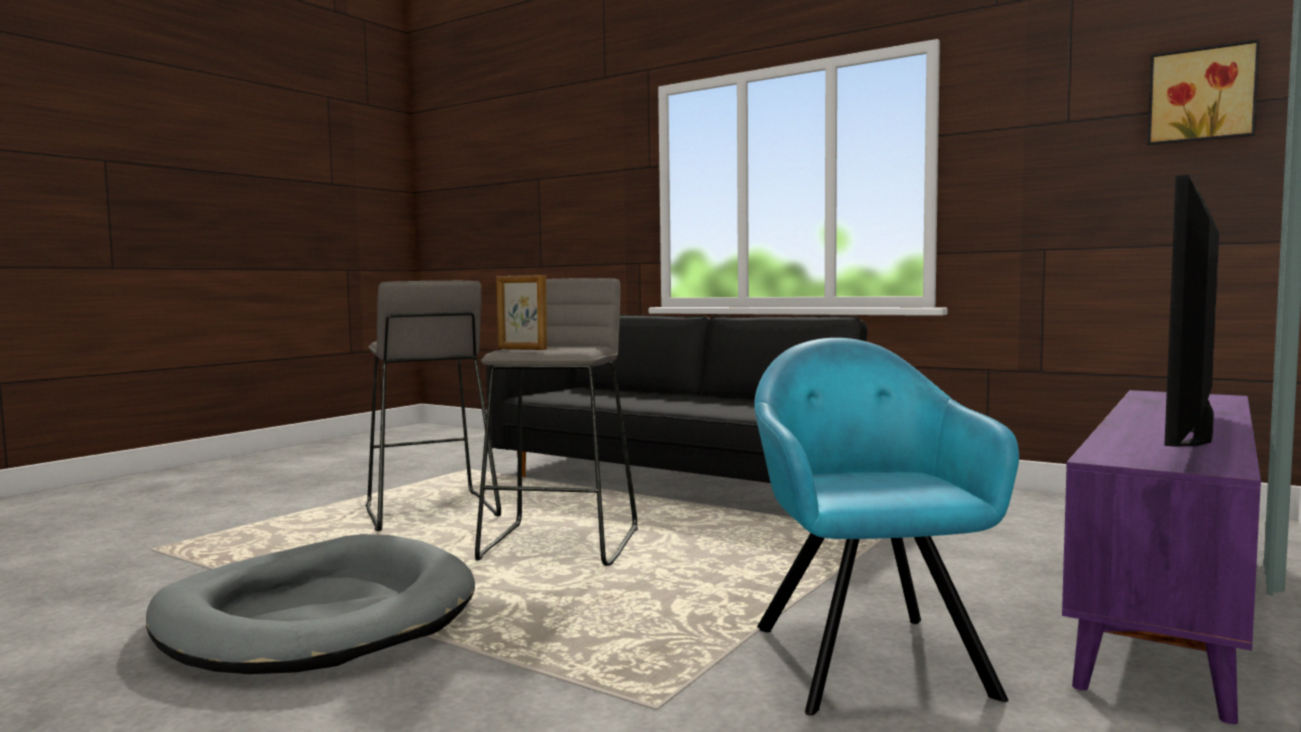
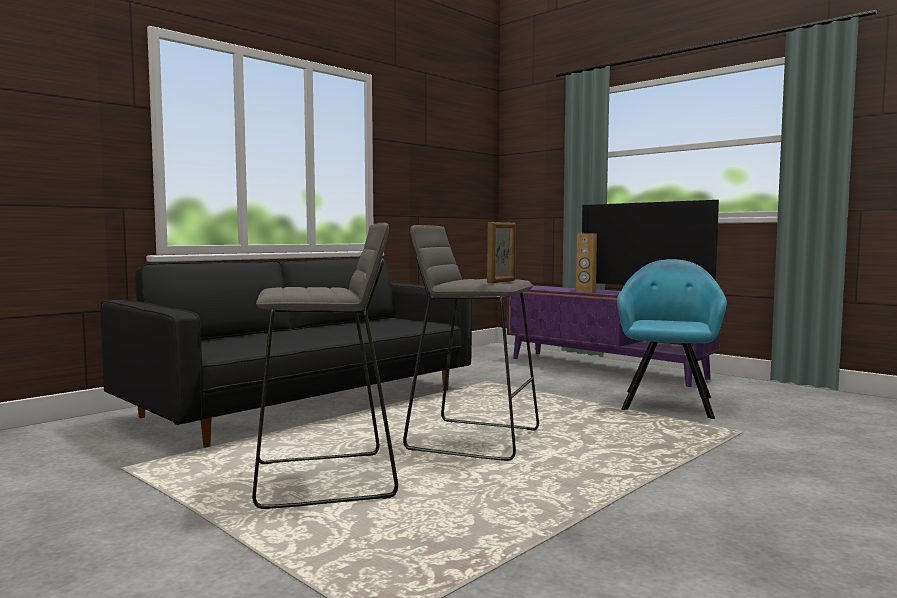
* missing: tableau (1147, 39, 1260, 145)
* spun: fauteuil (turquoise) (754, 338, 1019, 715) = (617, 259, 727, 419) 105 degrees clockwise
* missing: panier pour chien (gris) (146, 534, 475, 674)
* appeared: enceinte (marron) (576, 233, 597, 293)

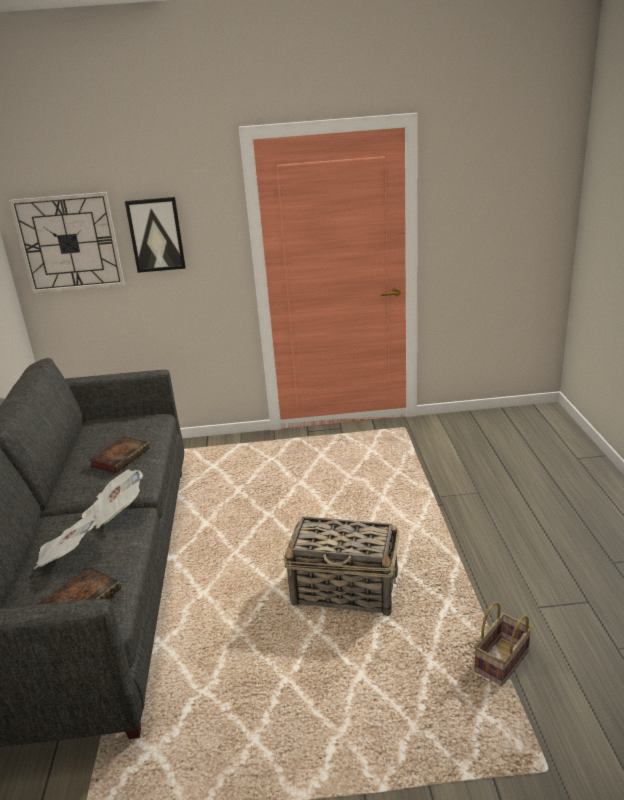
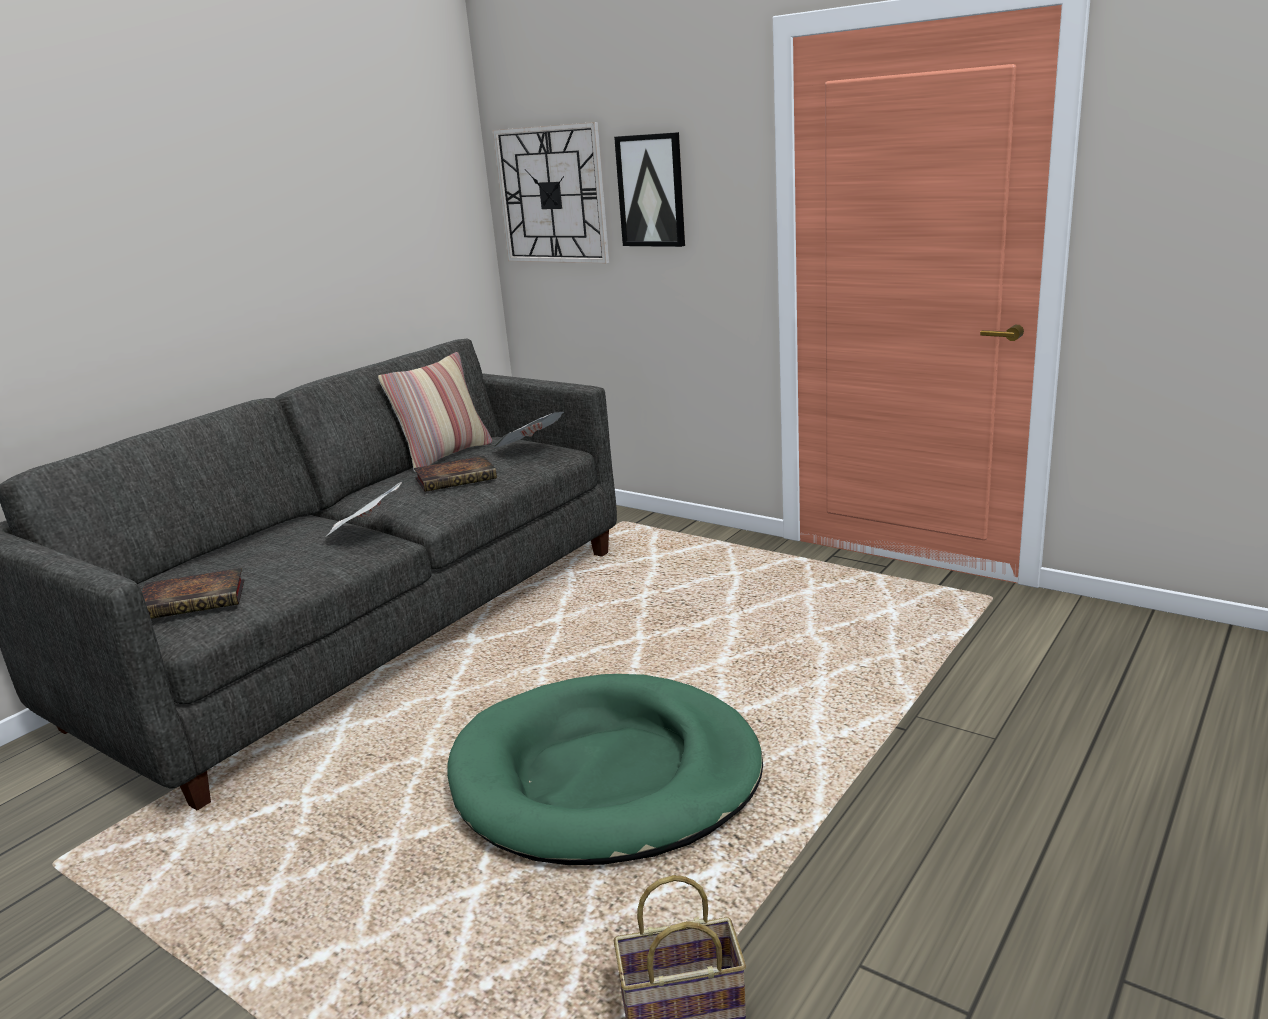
* relocated: journal (34, 513, 96, 569) to (493, 412, 564, 448)
* exchanged: panier (283, 517, 399, 616) to panier pour chien (vert) (447, 674, 763, 865)
* appeared: coussin (378, 352, 492, 473)

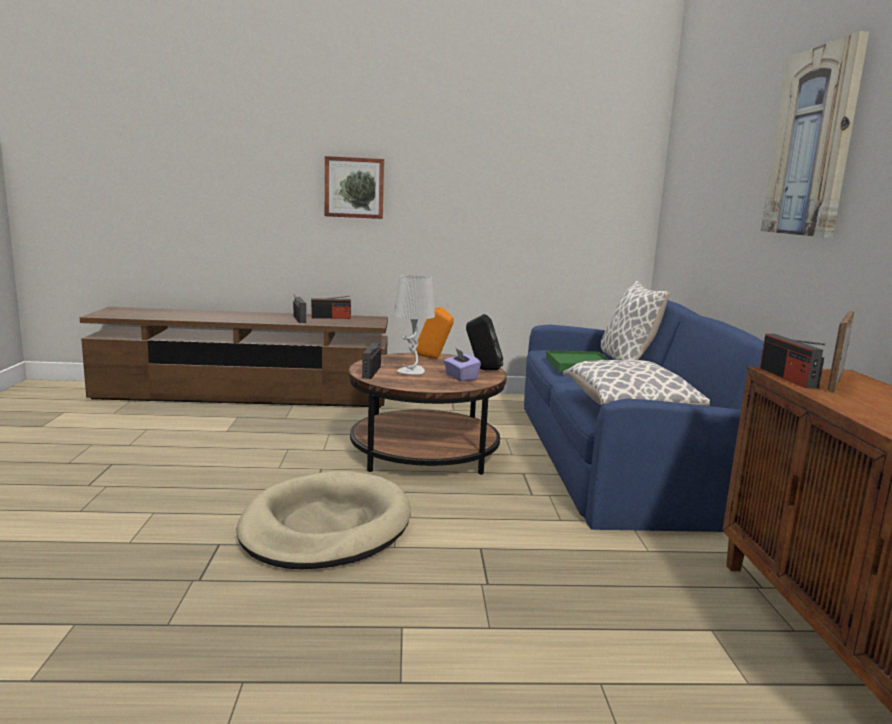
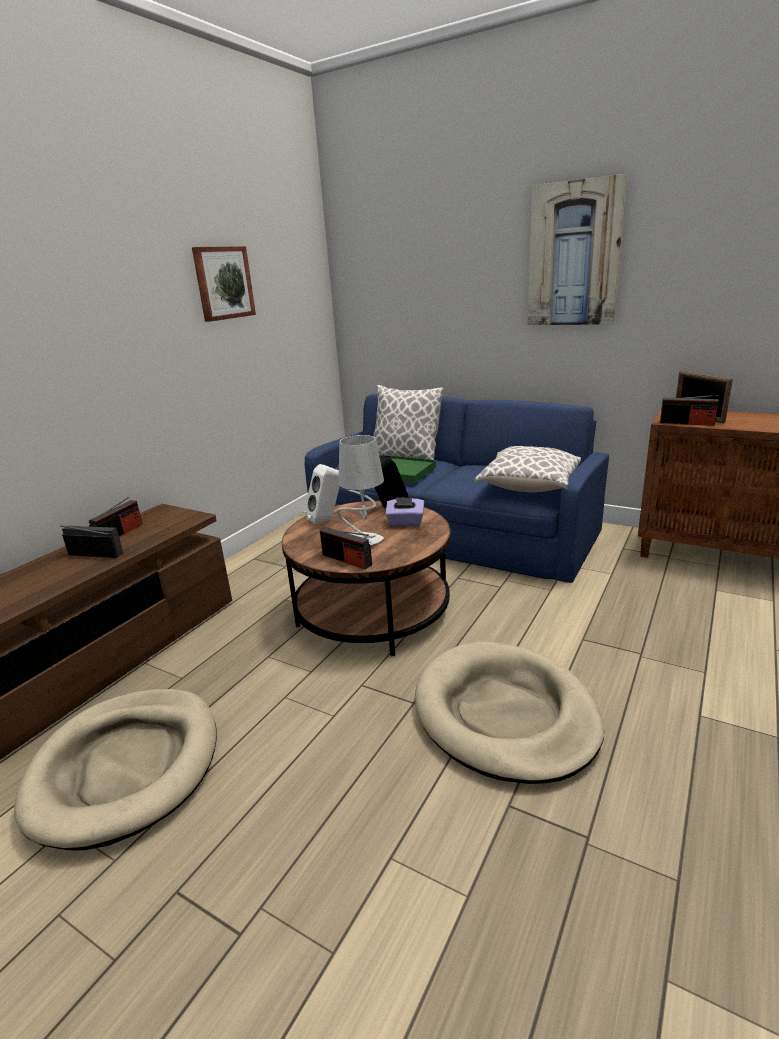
* relocated: tableau (325, 156, 384, 219) to (192, 246, 256, 322)
* colour: enceinte (orange) (416, 307, 454, 359) to enceinte (blanc) (304, 464, 340, 524)
* appeared: panier pour chien (beige) (14, 689, 217, 851)

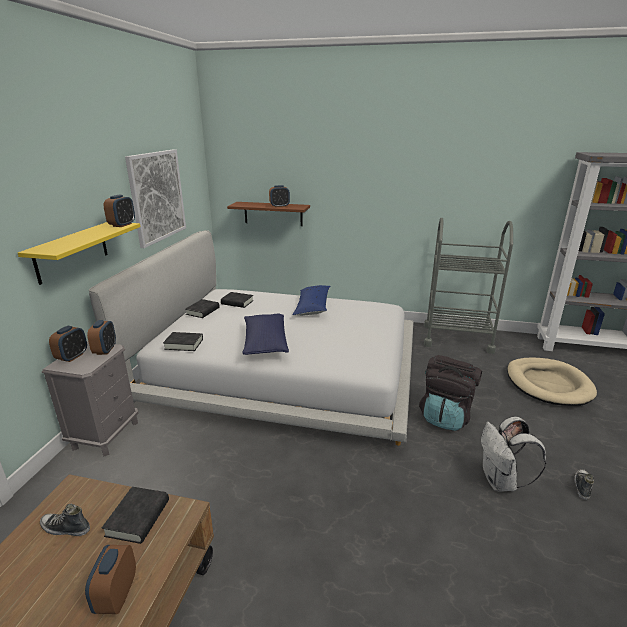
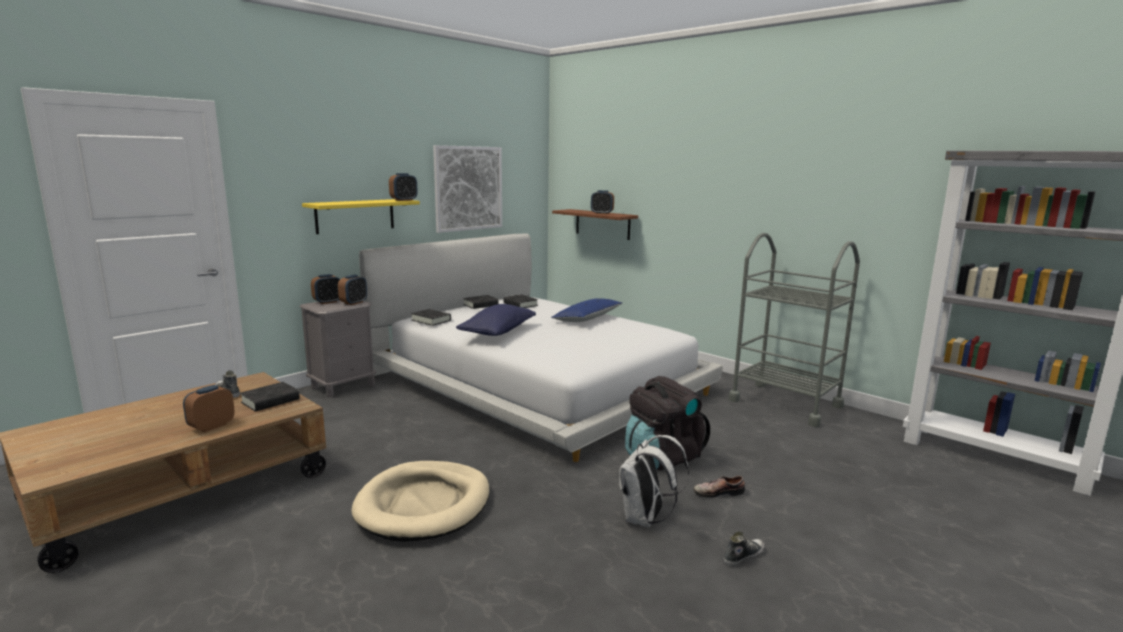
* relocated: panier pour chien (beige) (507, 357, 597, 406) to (351, 461, 489, 542)

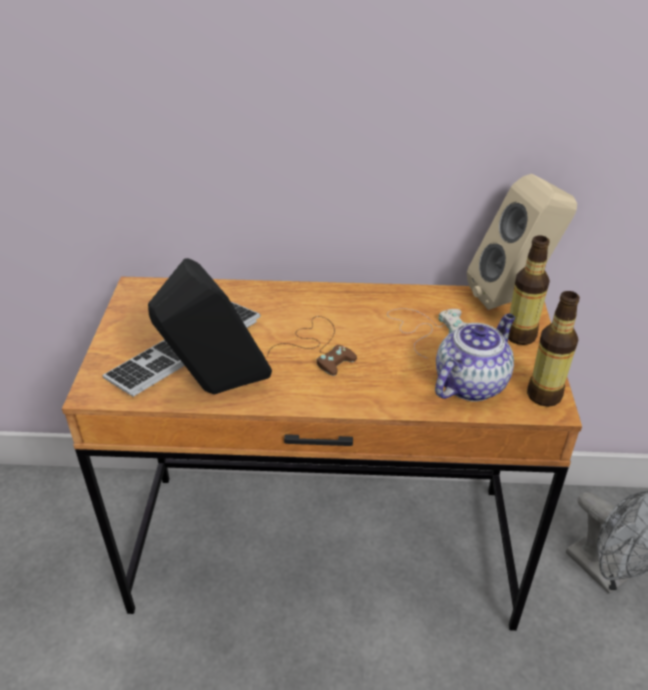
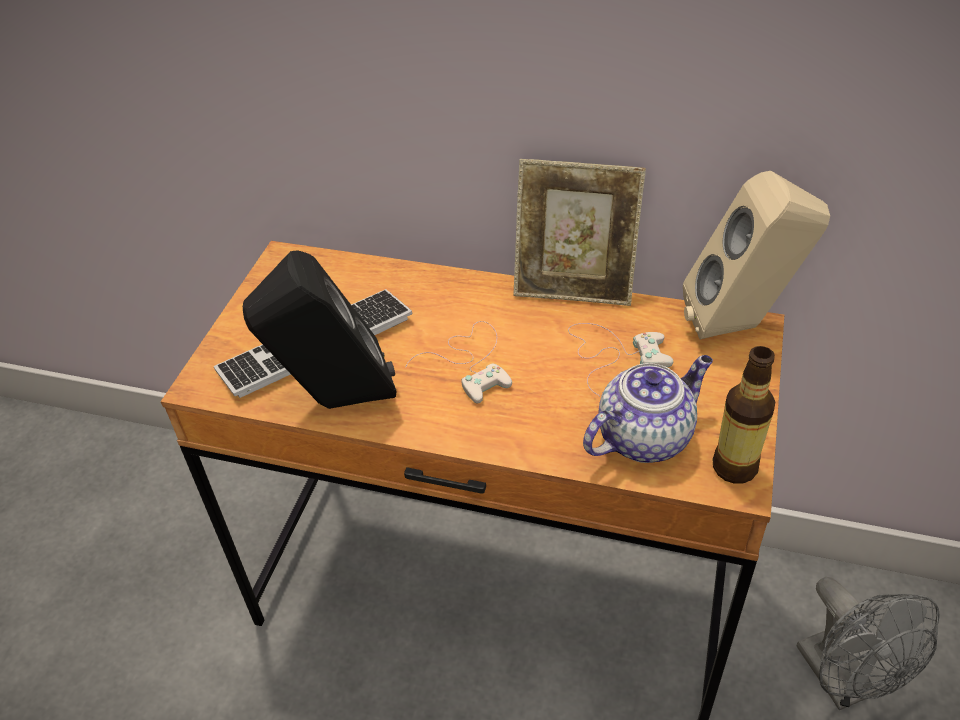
* missing: bouteille (508, 235, 550, 345)
* colour: manette (marron) (267, 316, 357, 376) to manette (blanc) (406, 321, 512, 403)
* appeared: cadre photo (514, 159, 646, 306)

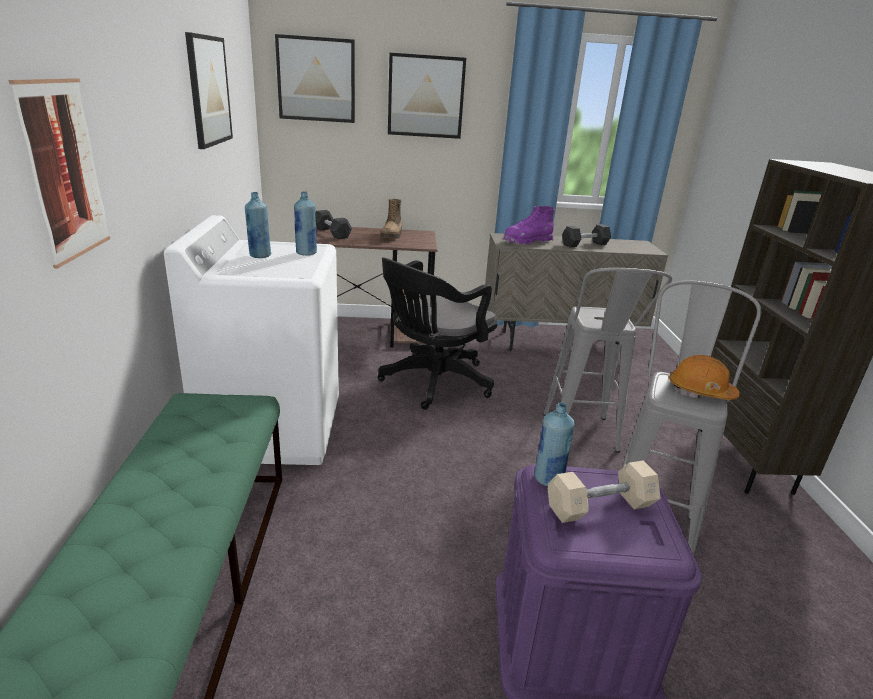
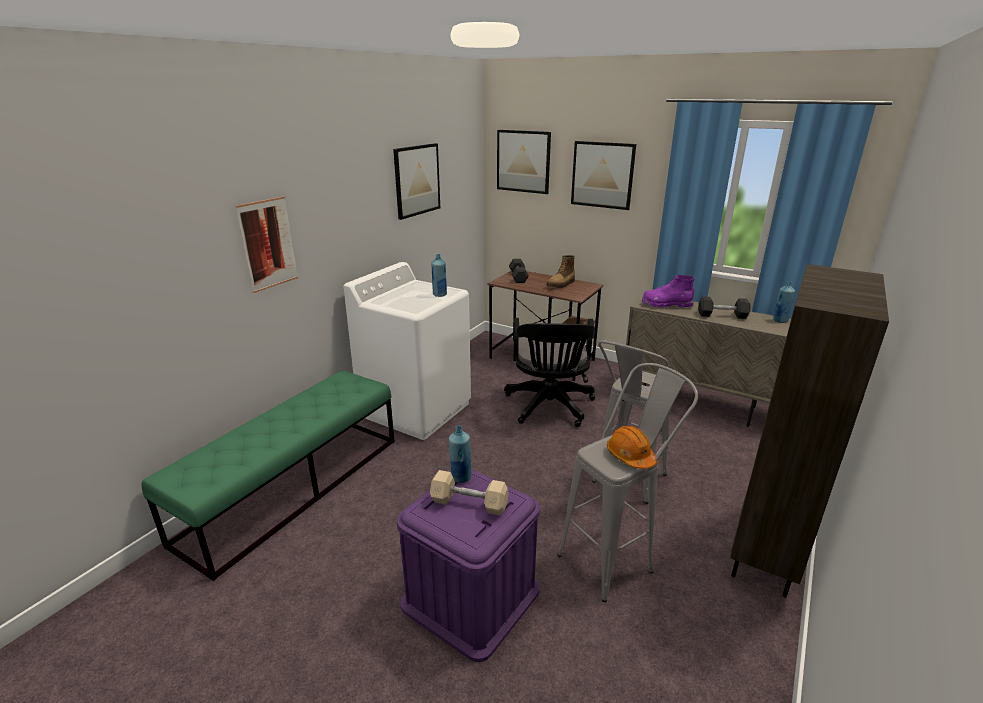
* relocated: bouteille (bleu) (245, 192, 272, 258) to (773, 281, 795, 323)
* spun: chaise de bureau (noir) (378, 257, 498, 410) = (504, 318, 595, 427) 75 degrees counterclockwise

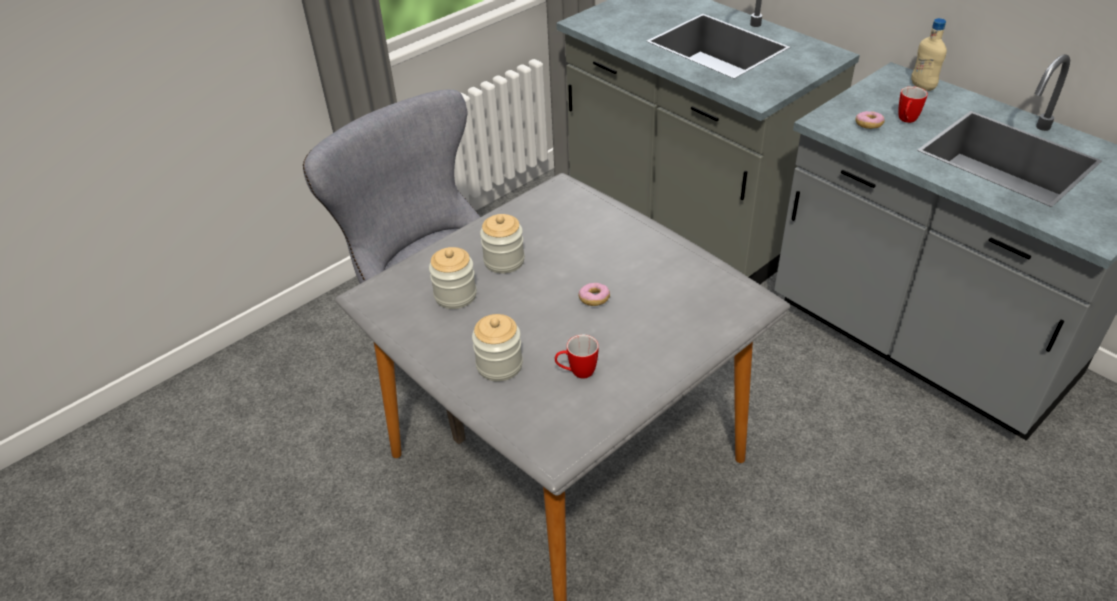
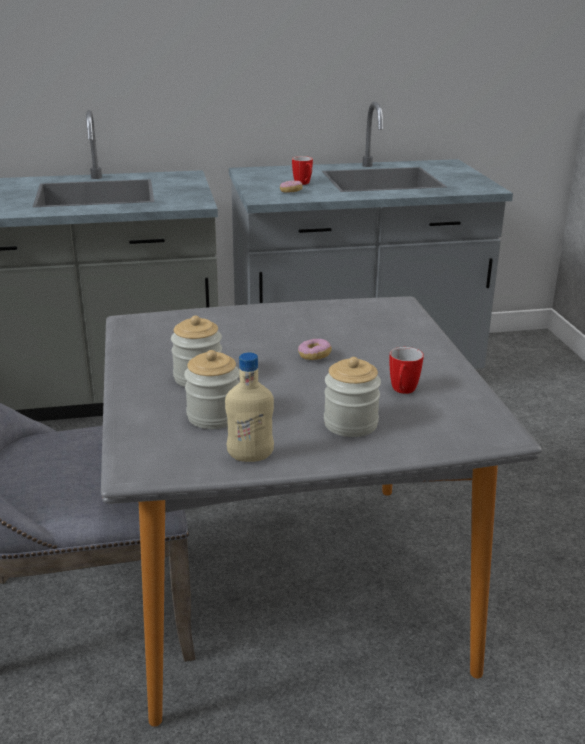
* relocated: bouteille (beige) (911, 18, 947, 91) to (225, 352, 274, 462)

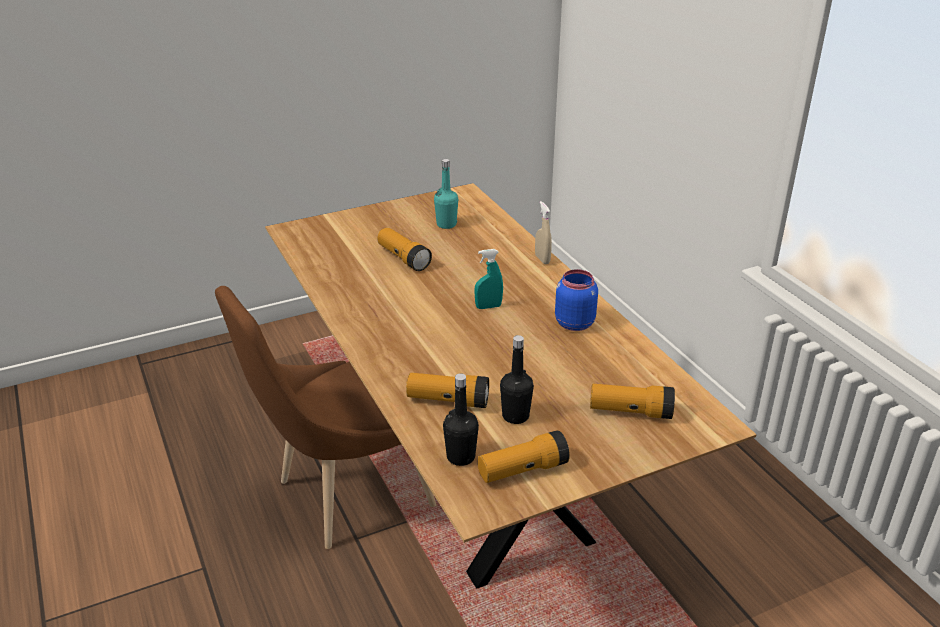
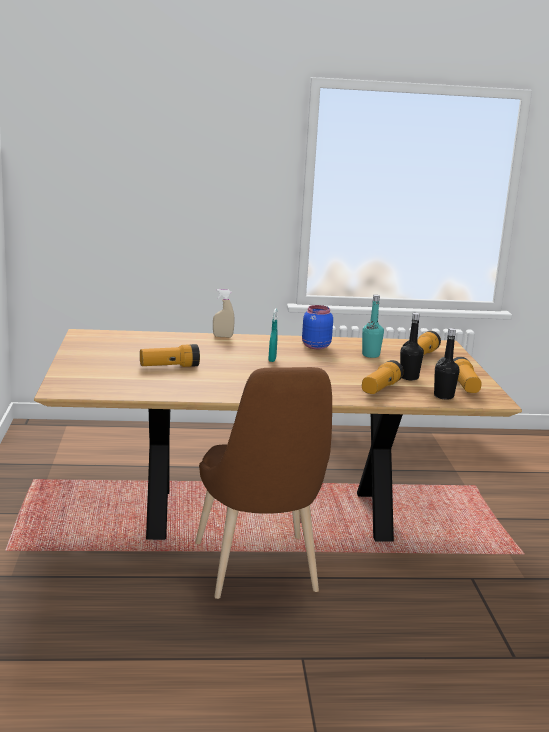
* relocated: bouteille (turquoise) (434, 159, 458, 229) to (362, 295, 384, 358)

